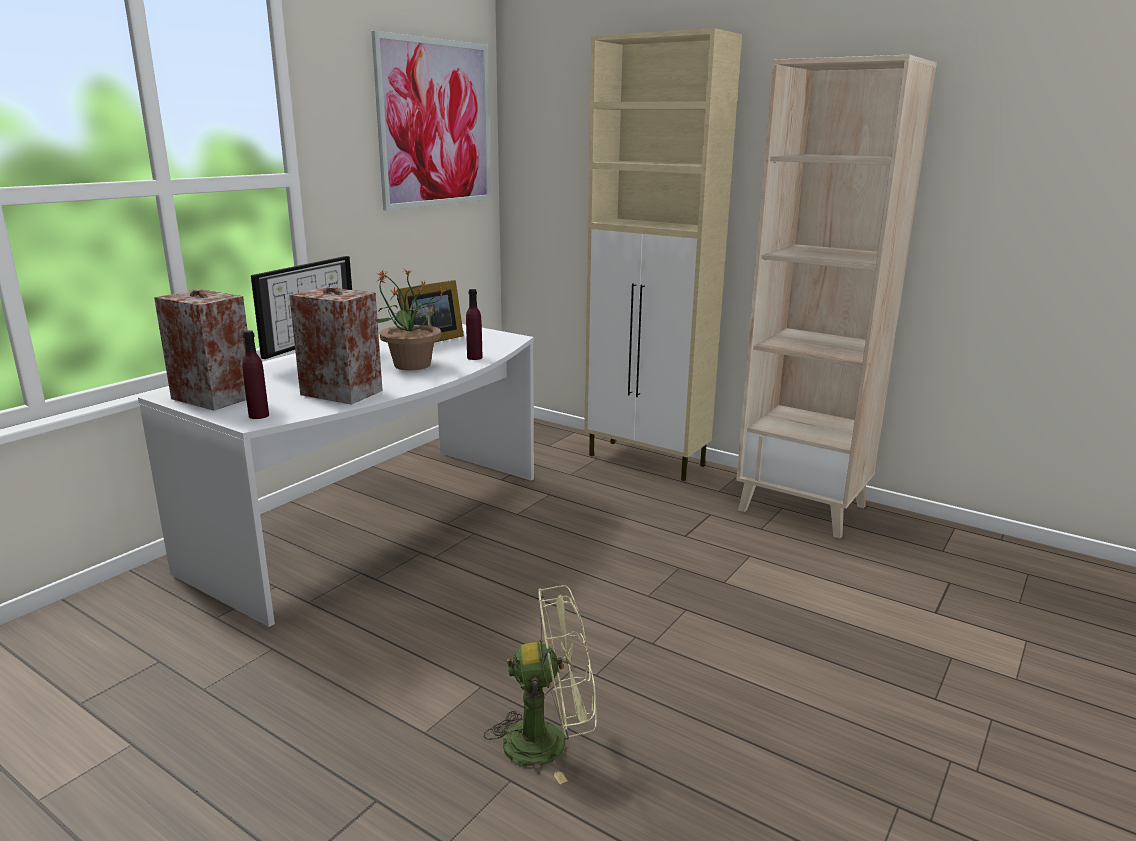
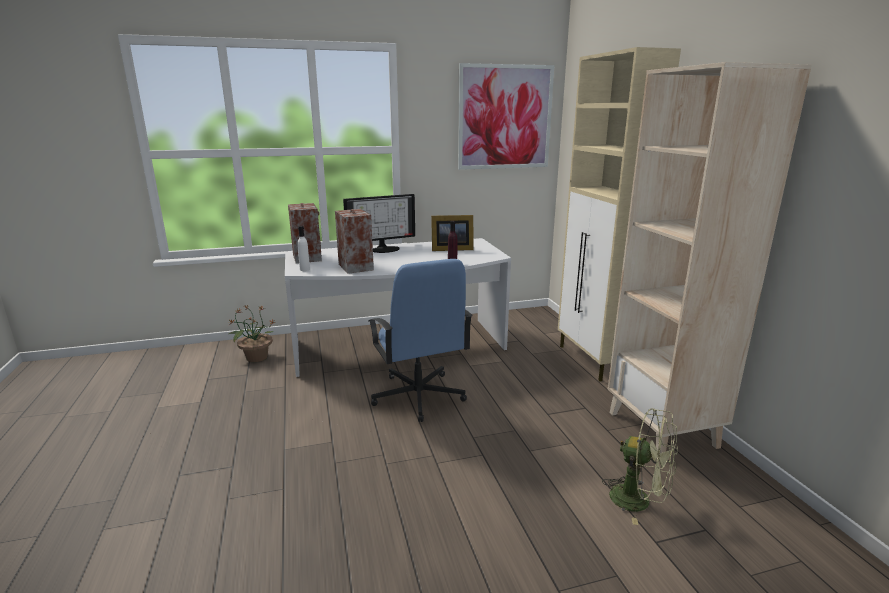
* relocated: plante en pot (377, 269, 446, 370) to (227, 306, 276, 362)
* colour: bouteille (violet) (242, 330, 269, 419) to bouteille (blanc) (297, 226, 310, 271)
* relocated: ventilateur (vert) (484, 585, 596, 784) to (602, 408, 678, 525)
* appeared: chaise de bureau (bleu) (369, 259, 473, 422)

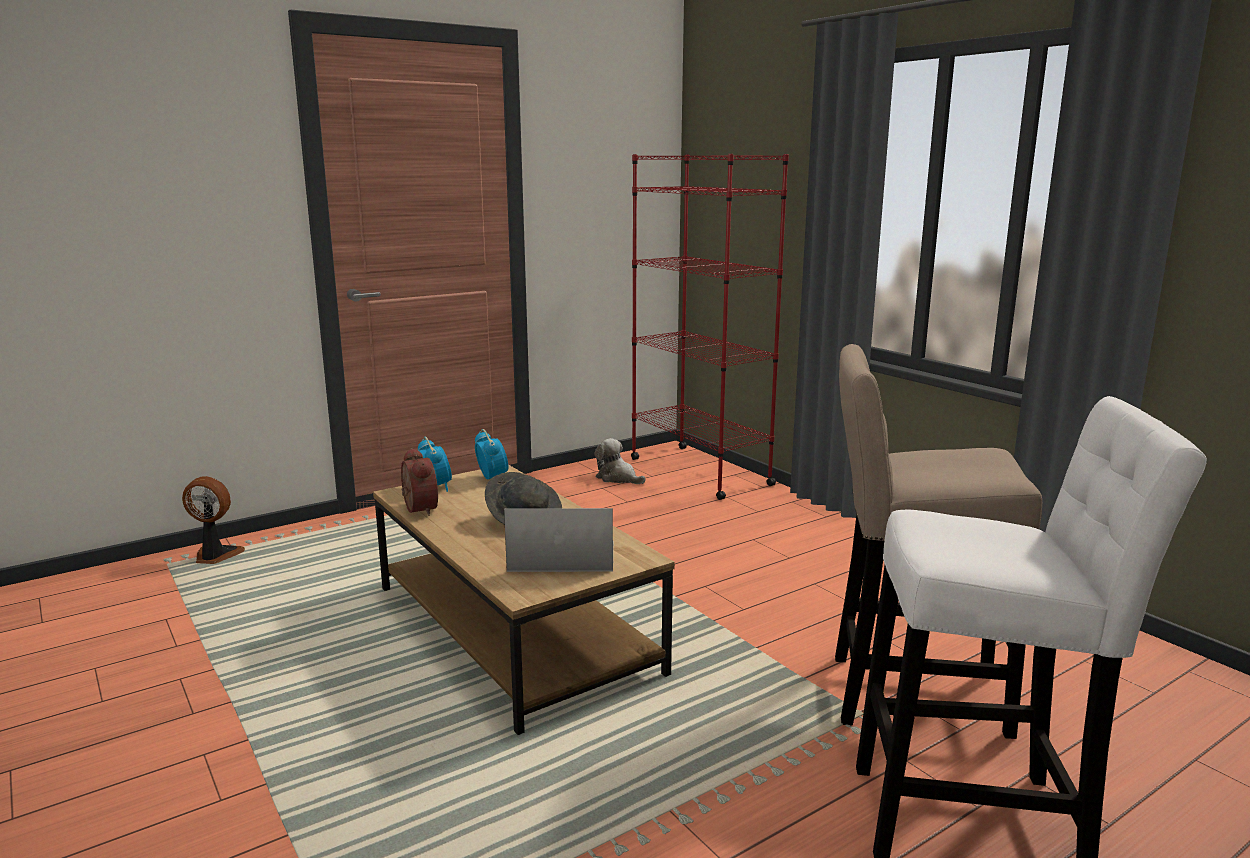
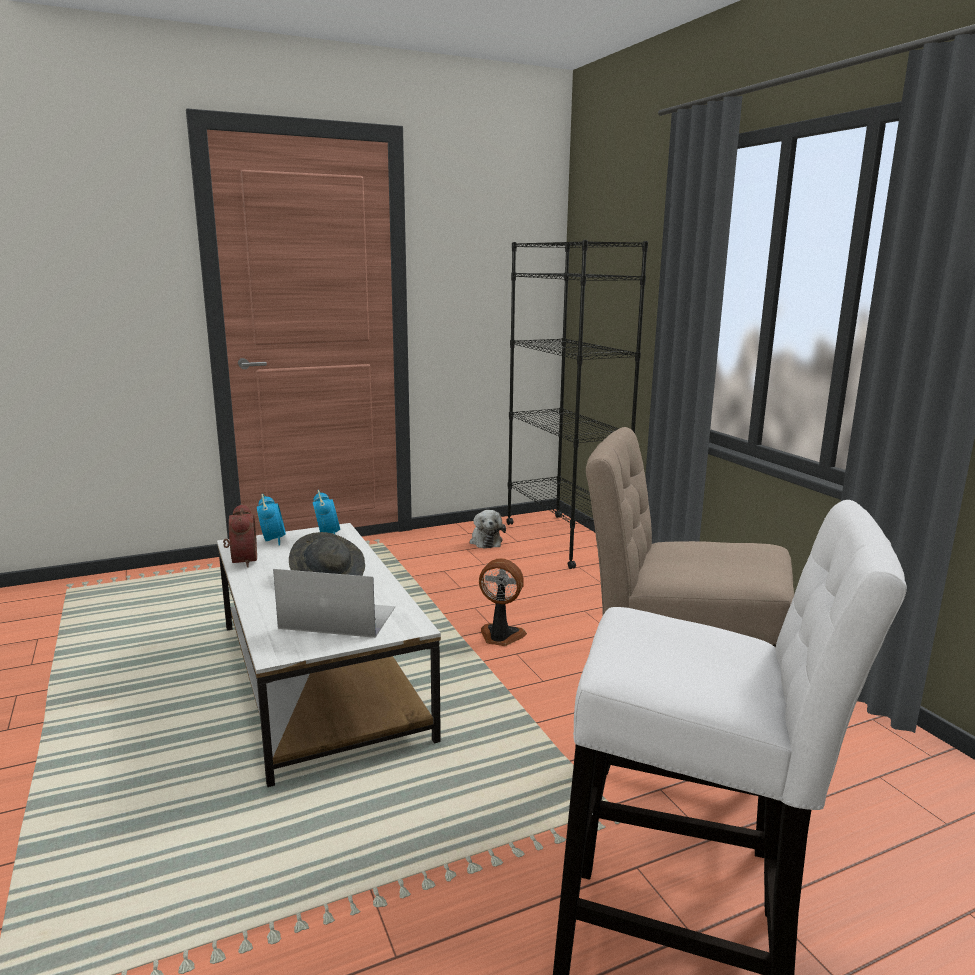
* colour: bibliothèque (rouge) (631, 154, 789, 500) to bibliothèque (noir) (506, 240, 648, 569)
* spun: peluche (594, 438, 646, 484) = (469, 510, 506, 549) 150 degrees counterclockwise
* colour: table basse (marron) (373, 464, 675, 735) to table basse (blanc) (217, 523, 441, 787)
* relocated: ventilateur (182, 476, 245, 564) to (479, 558, 527, 646)

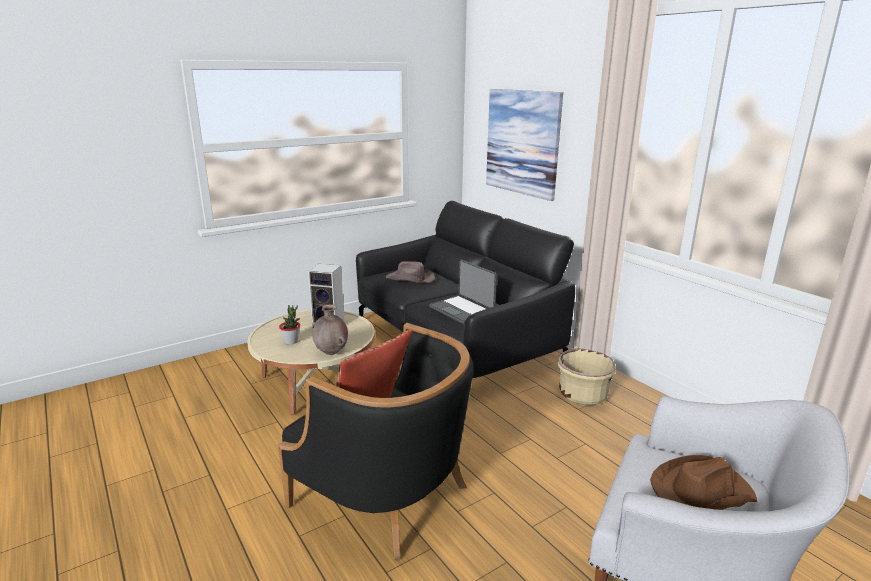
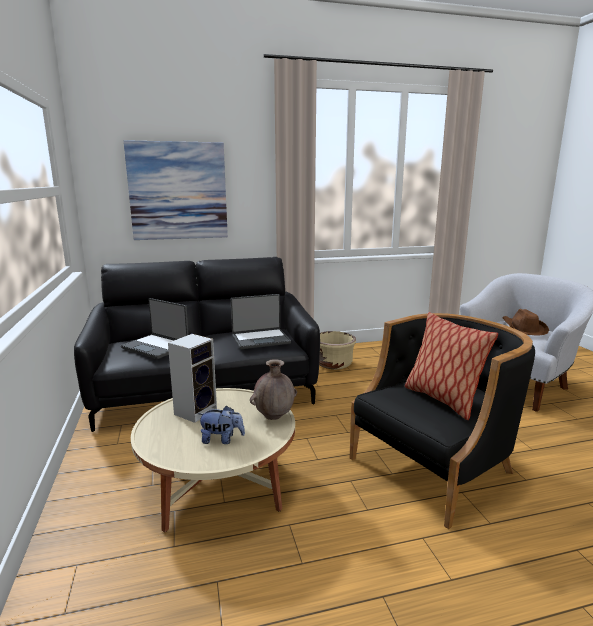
* exchanged: chapeau (marron) (386, 261, 435, 283) to ordinateur portable (121, 298, 189, 359)
* exchanged: plante en pot (279, 305, 300, 344) to peluche (198, 405, 245, 444)

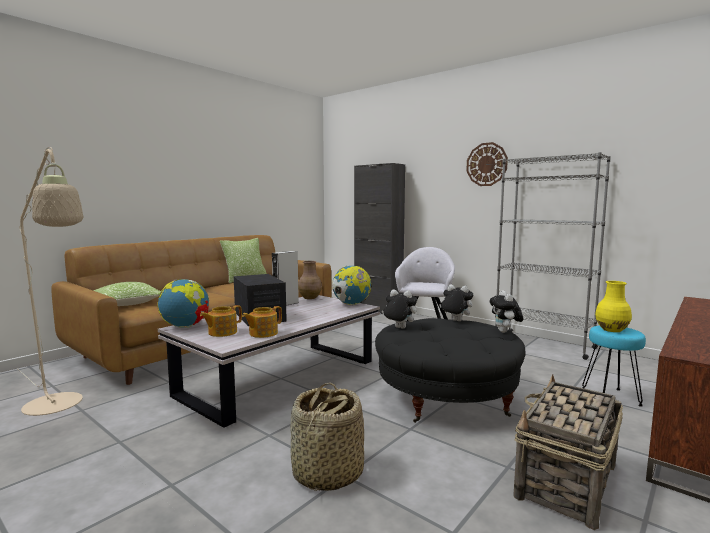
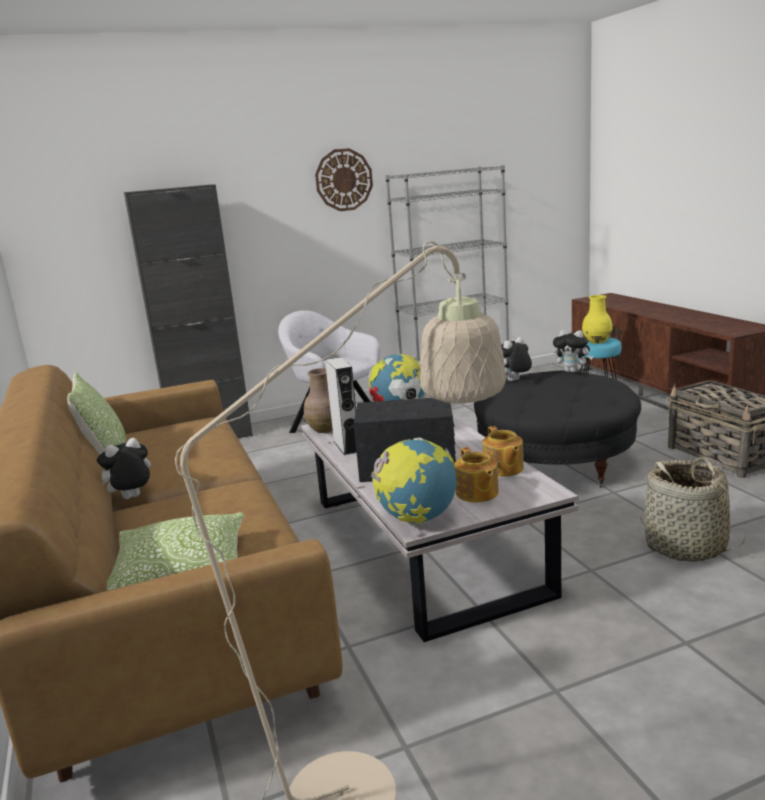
* relocated: peluche (382, 289, 417, 329) to (97, 438, 151, 499)

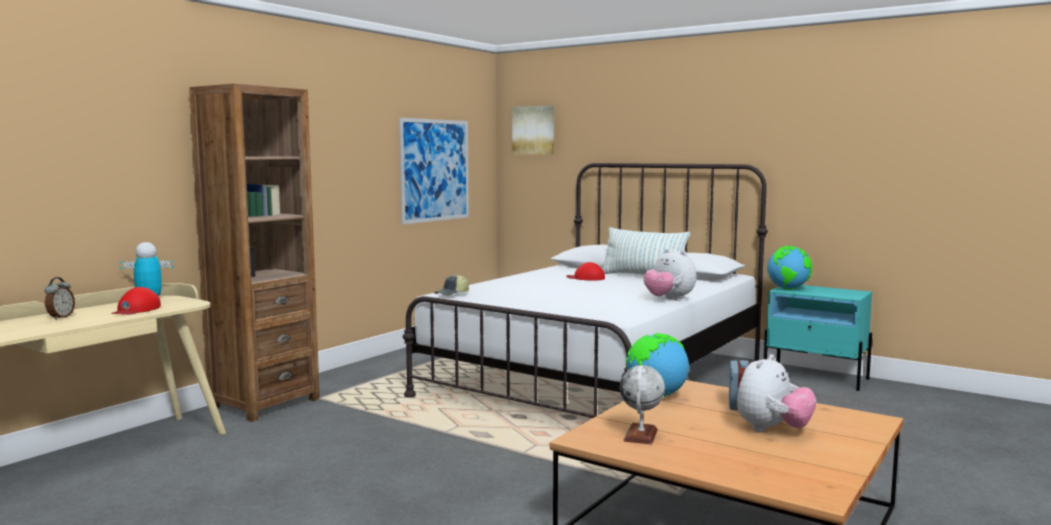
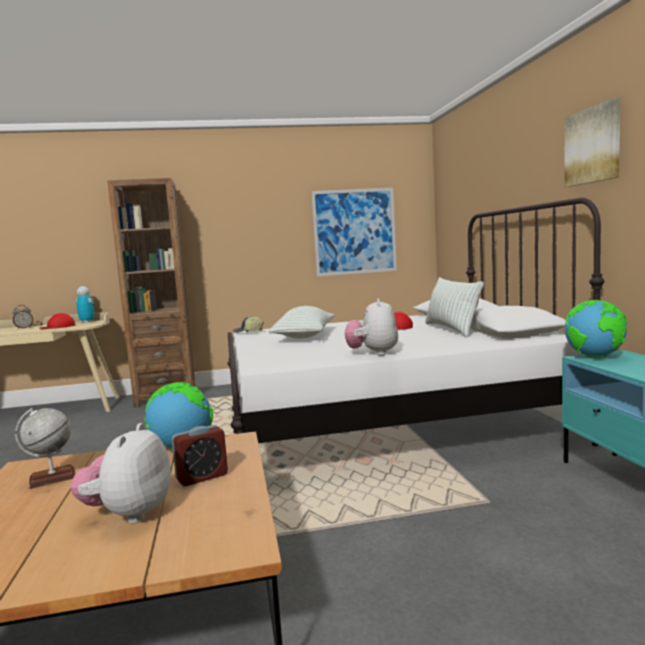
* relocated: tableau (512, 105, 554, 155) to (565, 98, 620, 187)
* spun: peluche (737, 354, 817, 432) = (71, 423, 171, 523) 105 degrees clockwise
* appeared: coussin (268, 306, 335, 338)

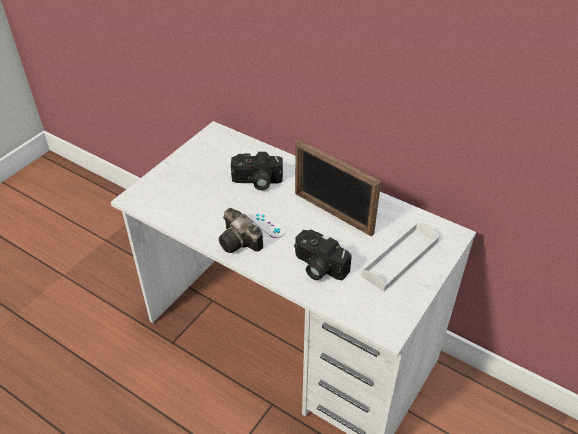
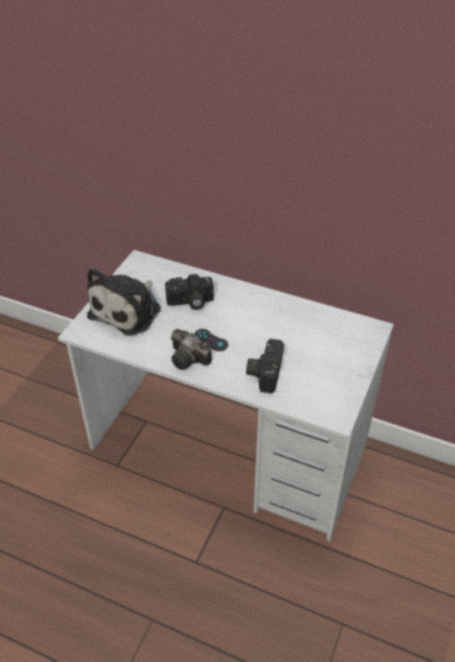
* missing: cadre photo (295, 139, 381, 237)
* colour: manette (blanc) (252, 211, 286, 238) to manette (noir) (194, 329, 228, 351)
* missing: plateau (blanc) (361, 222, 439, 292)
* spun: appareil photo (294, 230, 352, 280) = (246, 339, 284, 394) 75 degrees clockwise
* appeared: peluche (87, 268, 161, 336)

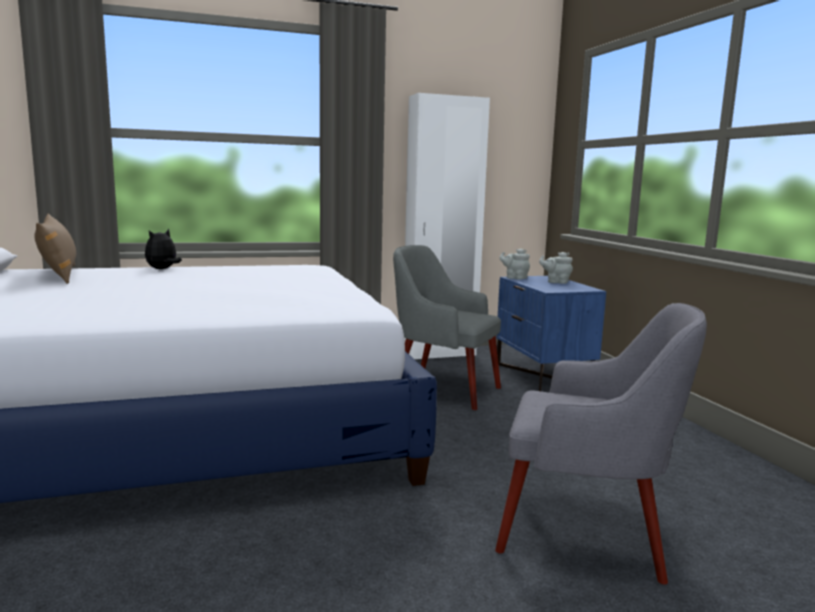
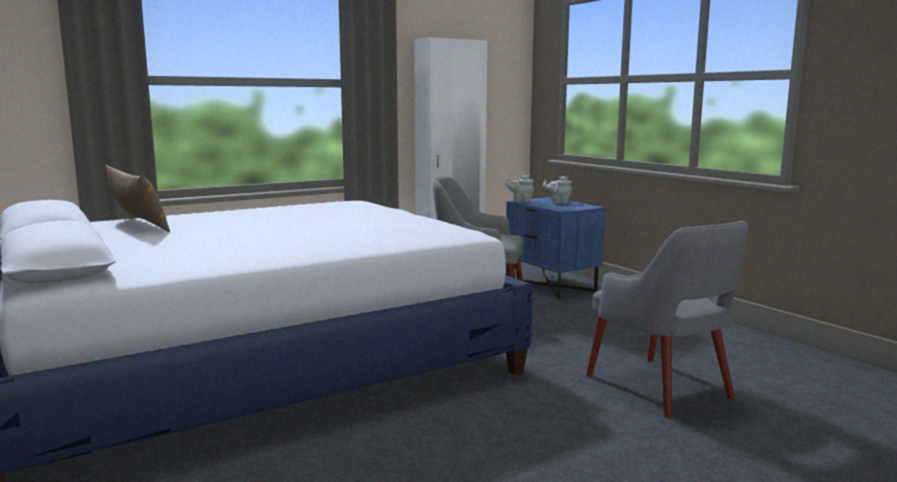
* missing: peluche (145, 229, 182, 269)
* spun: fauteuil (gris) (495, 303, 707, 585) = (586, 221, 748, 418) 60 degrees clockwise

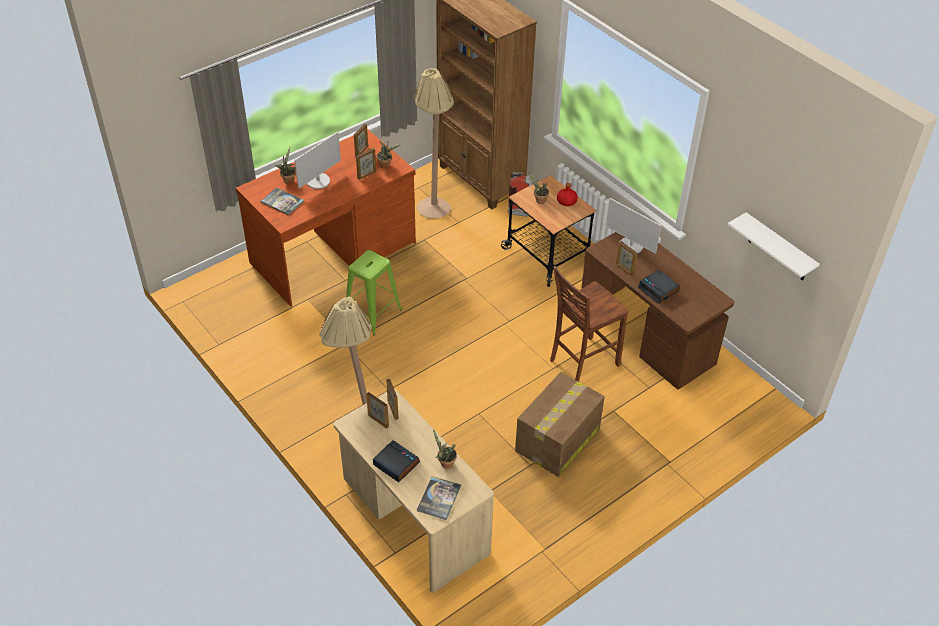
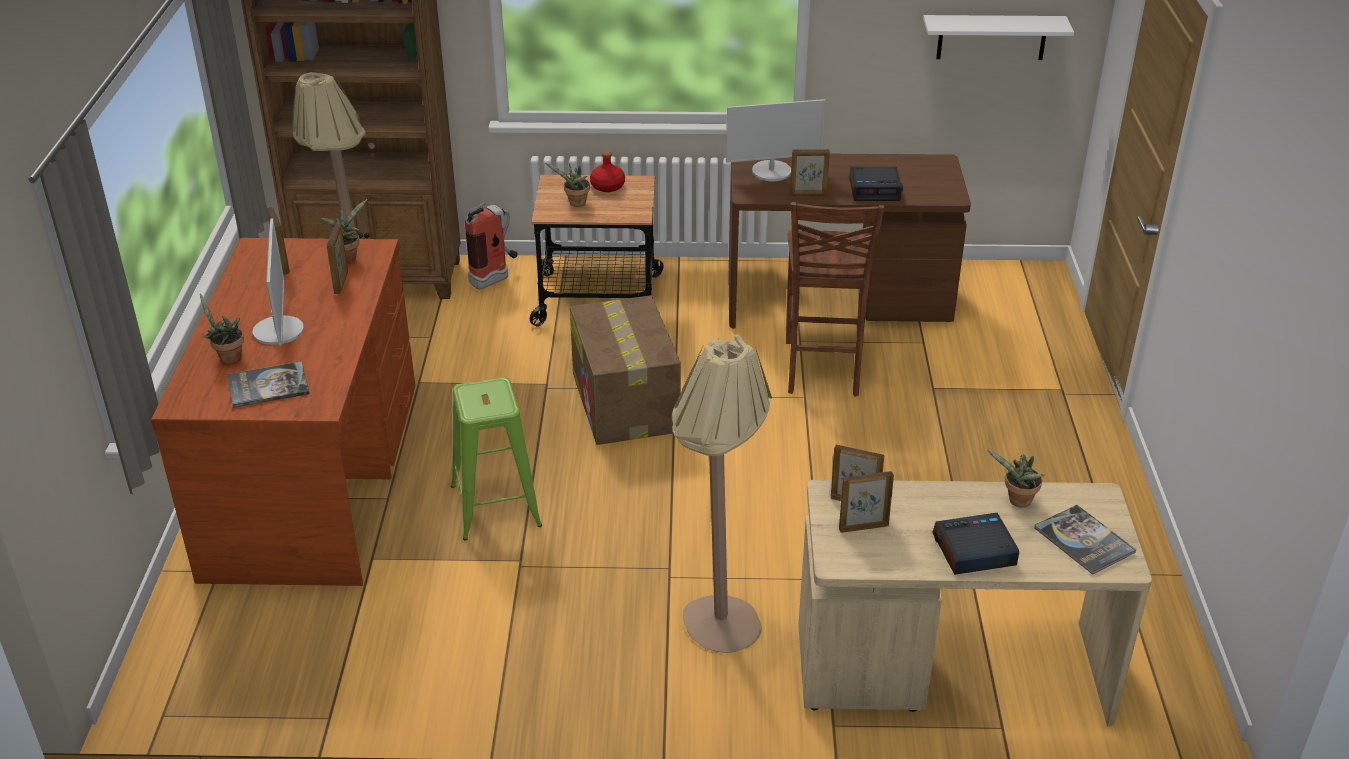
* relocated: carton (515, 372, 605, 477) to (570, 295, 681, 445)

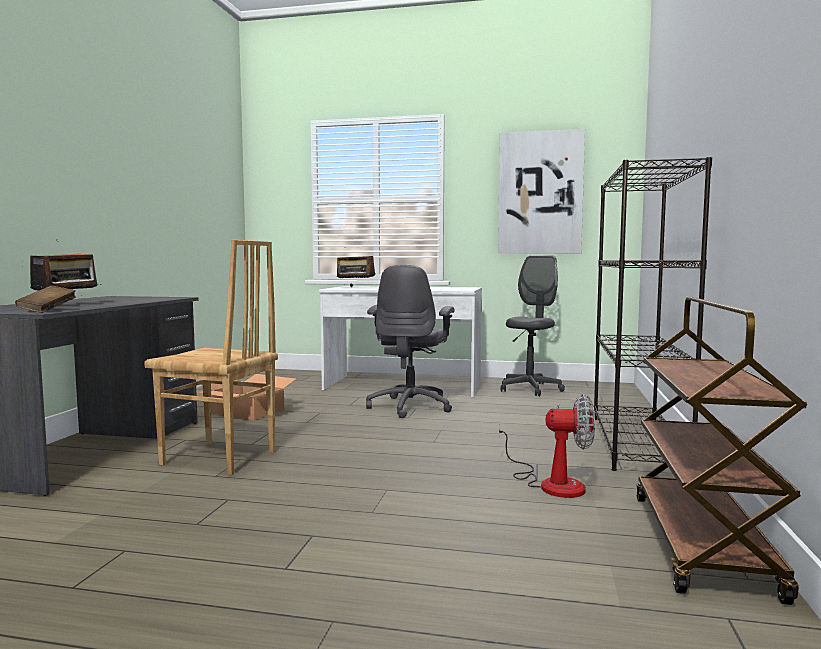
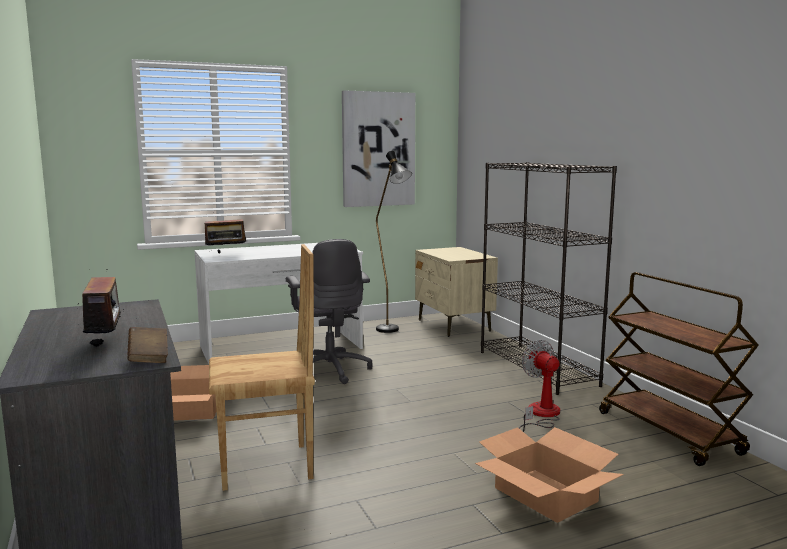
* exchanged: chaise de bureau (gris) (500, 256, 565, 396) to lampadaire (noir) (376, 151, 412, 333)
* spun: ventilateur (499, 394, 595, 498) = (519, 340, 560, 432) 90 degrees counterclockwise
* appeared: table de chevet (beige) (415, 247, 498, 337)
* appeared: carton (475, 427, 624, 523)

